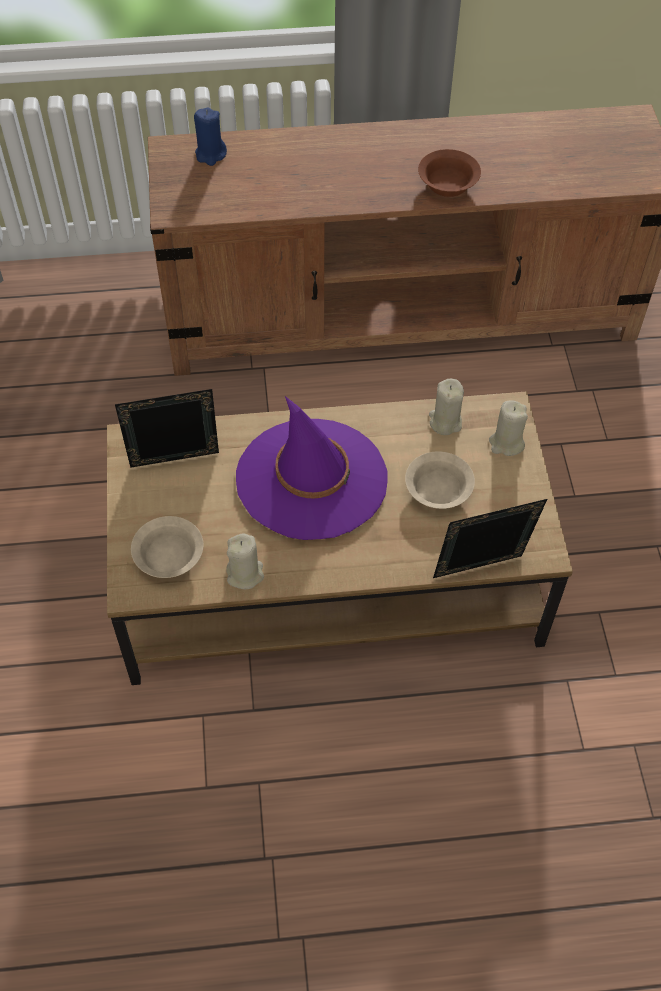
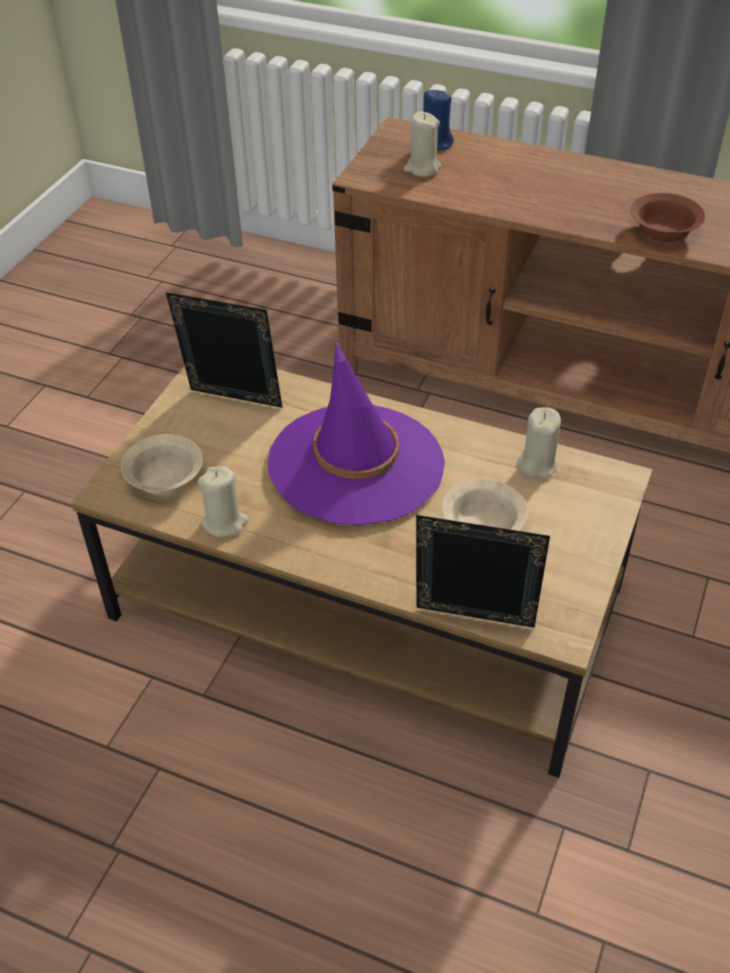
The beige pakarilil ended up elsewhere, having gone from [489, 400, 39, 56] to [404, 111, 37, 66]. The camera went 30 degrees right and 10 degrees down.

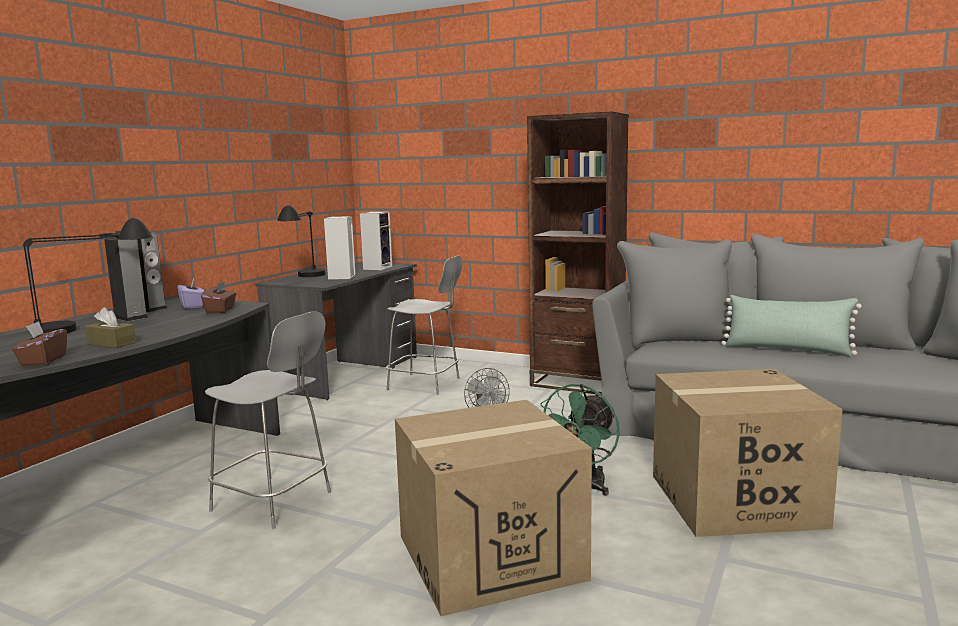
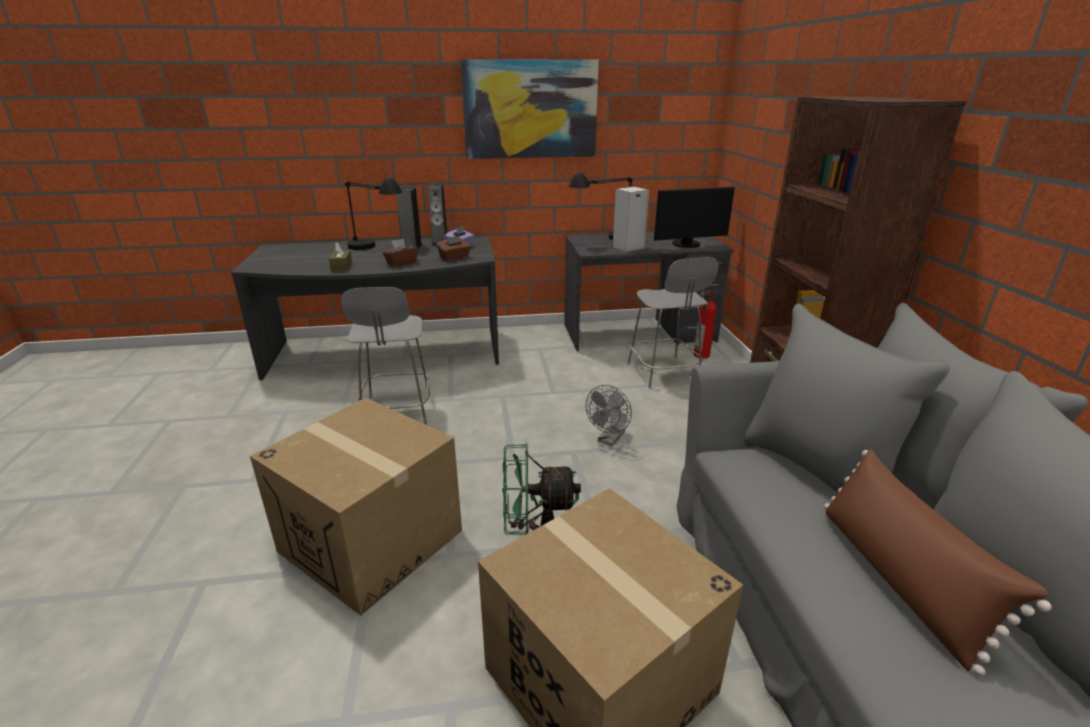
The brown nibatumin ended up elsewhere, having gone from [12, 321, 55, 45] to [383, 239, 35, 28]. The second view gained the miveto at [461, 59, 138, 100]. Where the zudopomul stood at [360, 212, 32, 58], the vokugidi came to stand at [654, 187, 81, 61]. The second view gained the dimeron at [693, 290, 24, 69]. What was the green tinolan at [721, 295, 141, 62] turned into the brown tinolan at [824, 449, 228, 227]. The camera went 55 degrees right and 15 degrees up.

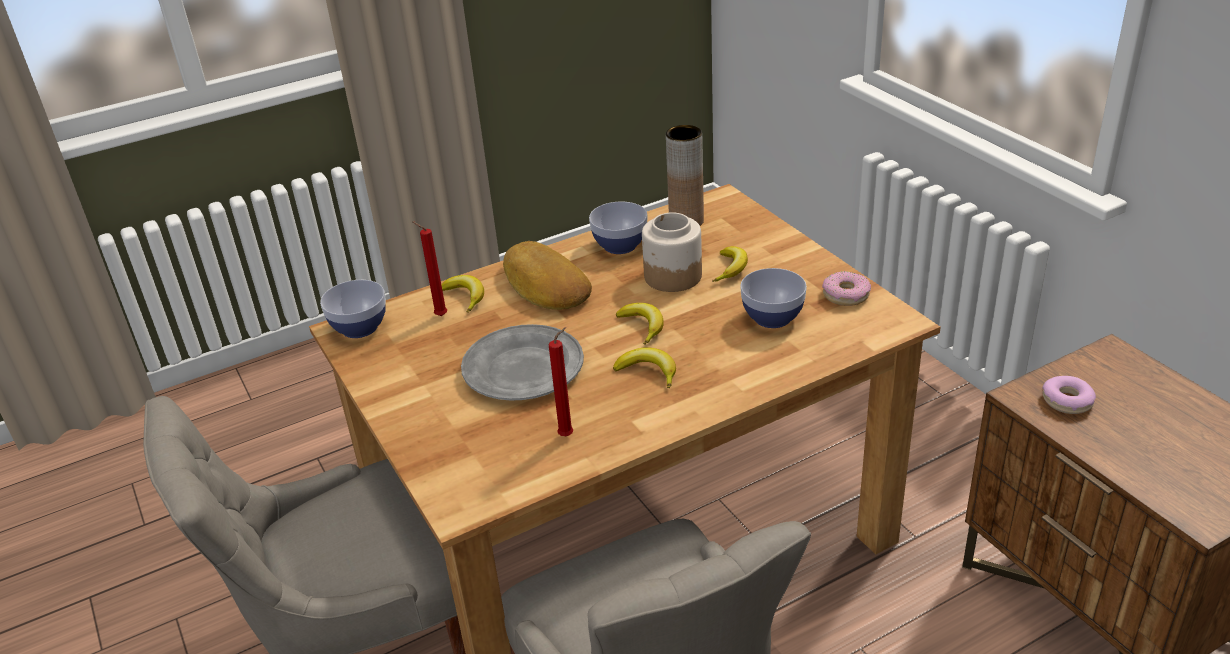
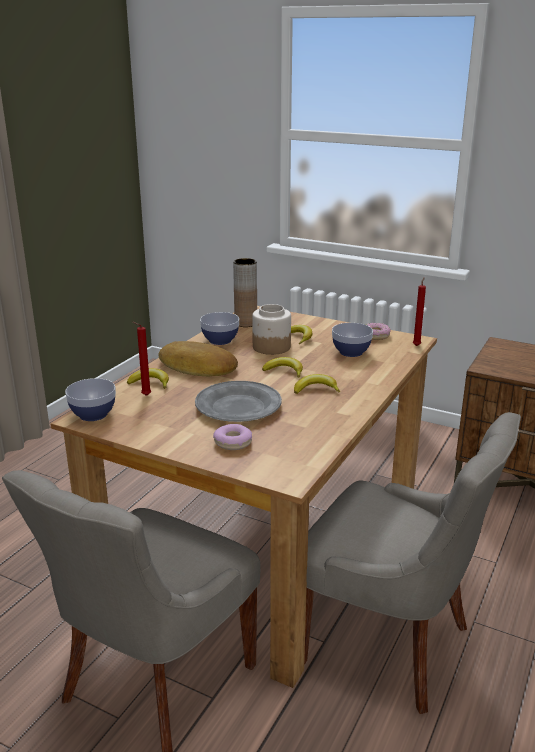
The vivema ended up elsewhere, having gone from [1042, 376, 54, 38] to [213, 424, 39, 26]. The red pakarilil ended up elsewhere, having gone from [549, 327, 25, 109] to [413, 277, 13, 69]. The camera went 35 degrees left and 10 degrees down.

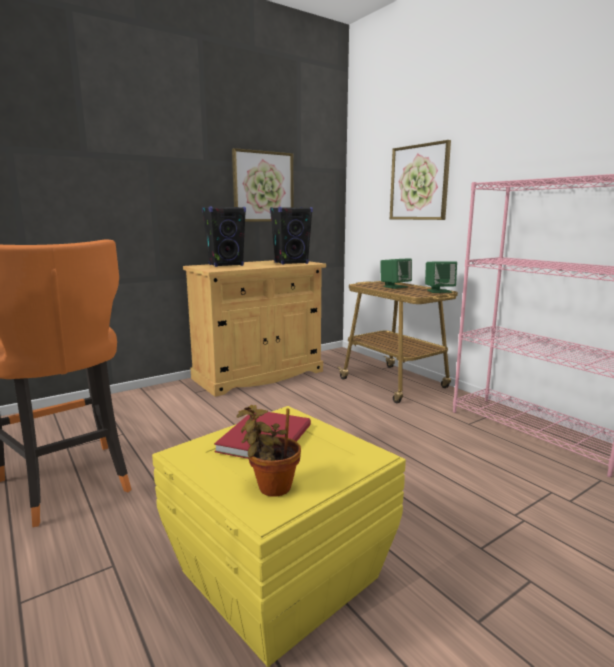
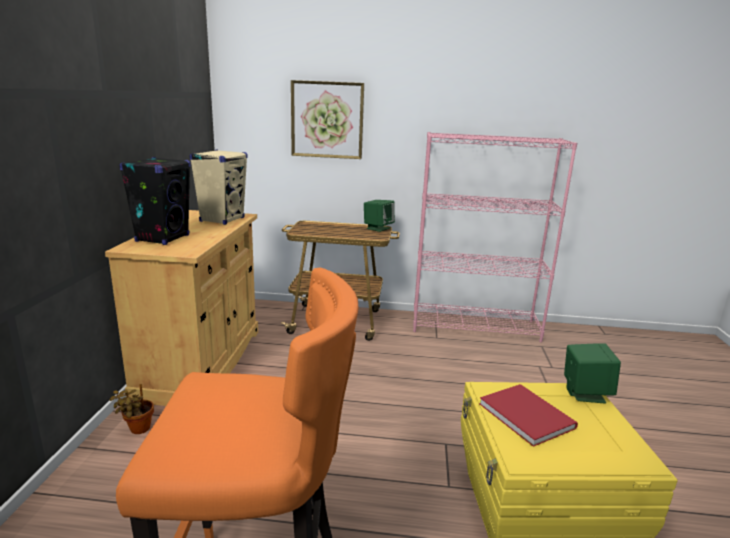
The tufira ended up elsewhere, having gone from [236, 405, 65, 92] to [110, 384, 44, 50]. What was the black zudopomul at [270, 207, 43, 58] turned into the beige zudopomul at [189, 149, 59, 76]. The green zudopomul ended up elsewhere, having gone from [380, 258, 32, 31] to [564, 343, 57, 61]. The second view lost the miveto at [232, 148, 62, 74]. The camera went 50 degrees left and 5 degrees up.

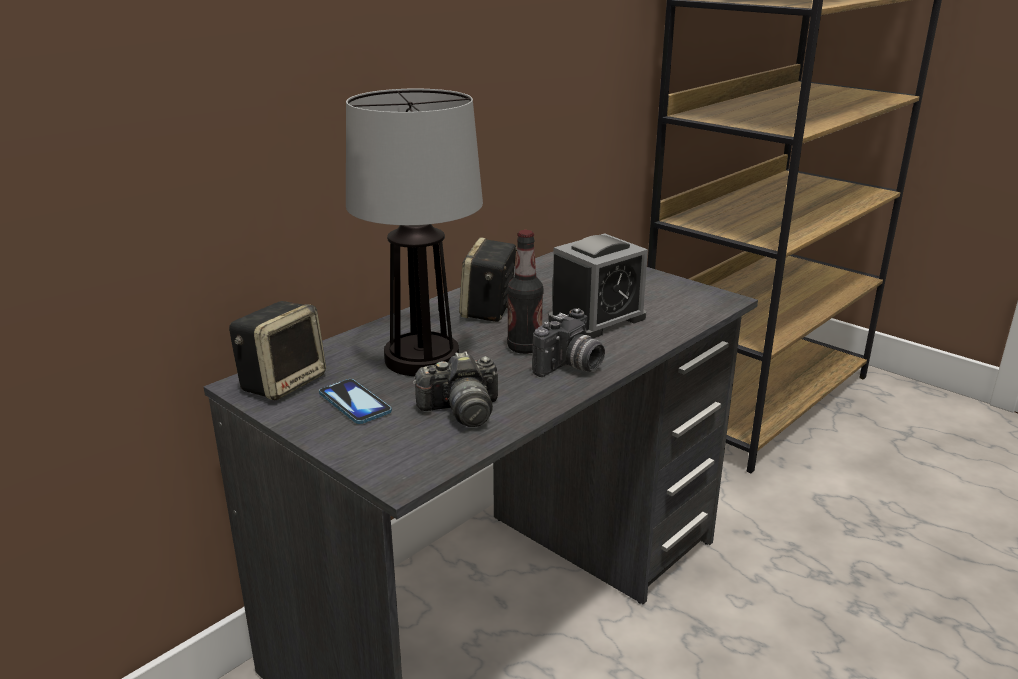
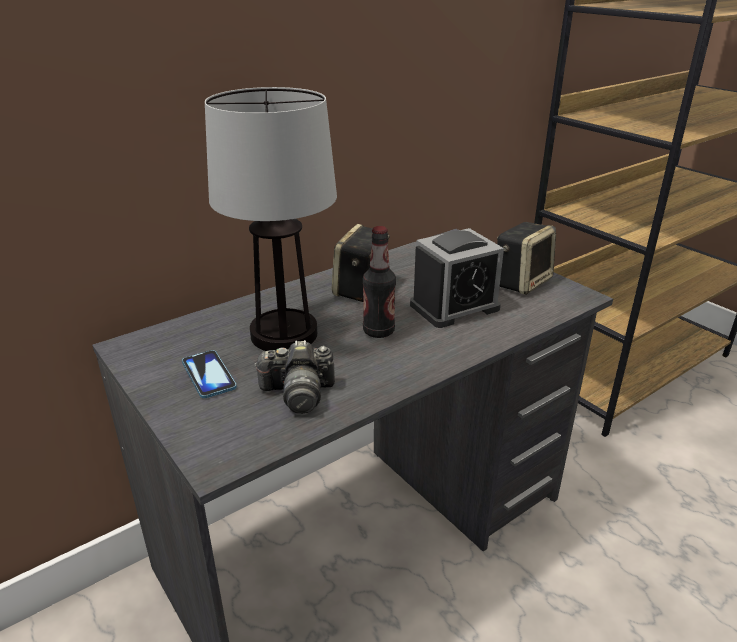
The zudopomul ended up elsewhere, having gone from [229, 301, 97, 99] to [497, 222, 59, 73]. The second view lost the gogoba at [532, 308, 73, 69]. The camera went 10 degrees right and 5 degrees up.

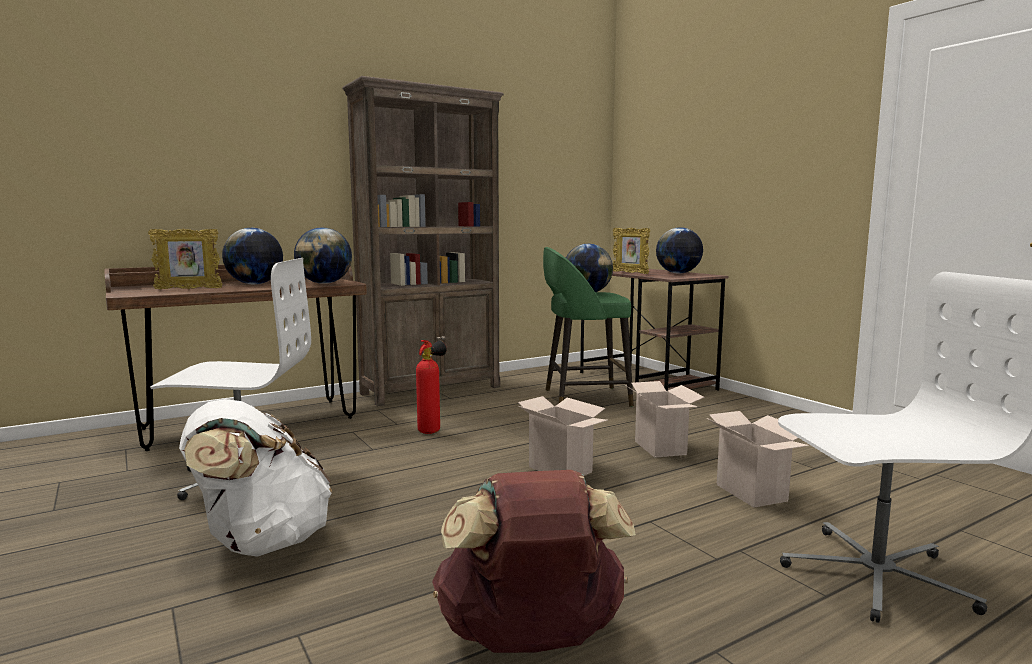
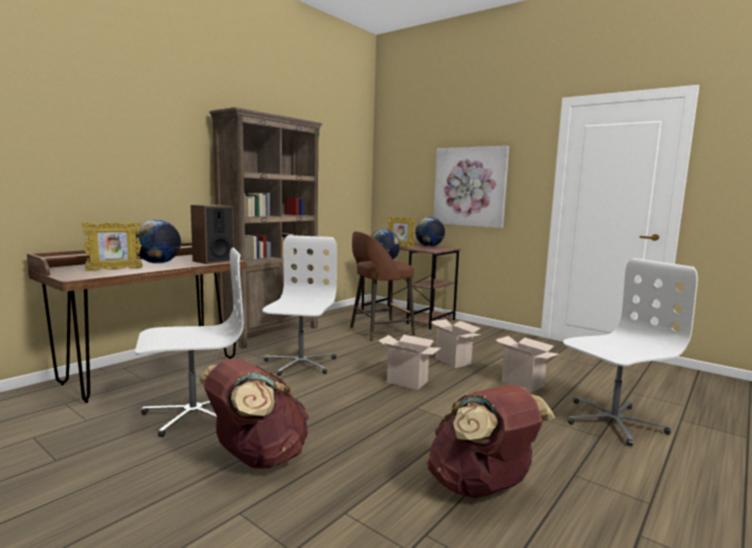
Where the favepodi stood at [294, 227, 58, 57], the zudopomul came to stand at [191, 205, 43, 59]. What was the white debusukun at [179, 399, 153, 158] turned into the brown debusukun at [199, 359, 110, 110]. Where the dimeron stood at [416, 340, 31, 94], the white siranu came to stand at [262, 235, 75, 141]. What was the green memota at [543, 247, 91, 160] turned into the brown memota at [350, 231, 65, 110]. The second view gained the miveto at [433, 146, 76, 82]. The camera went 20 degrees left and 0 degrees up.

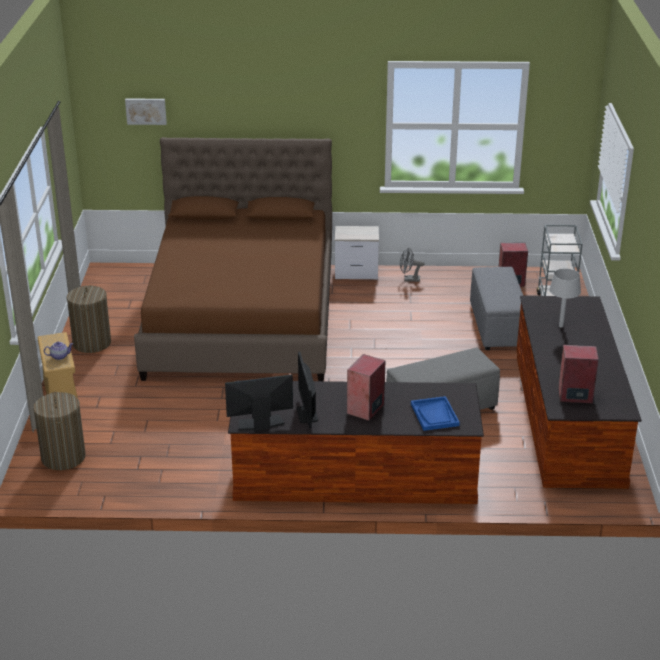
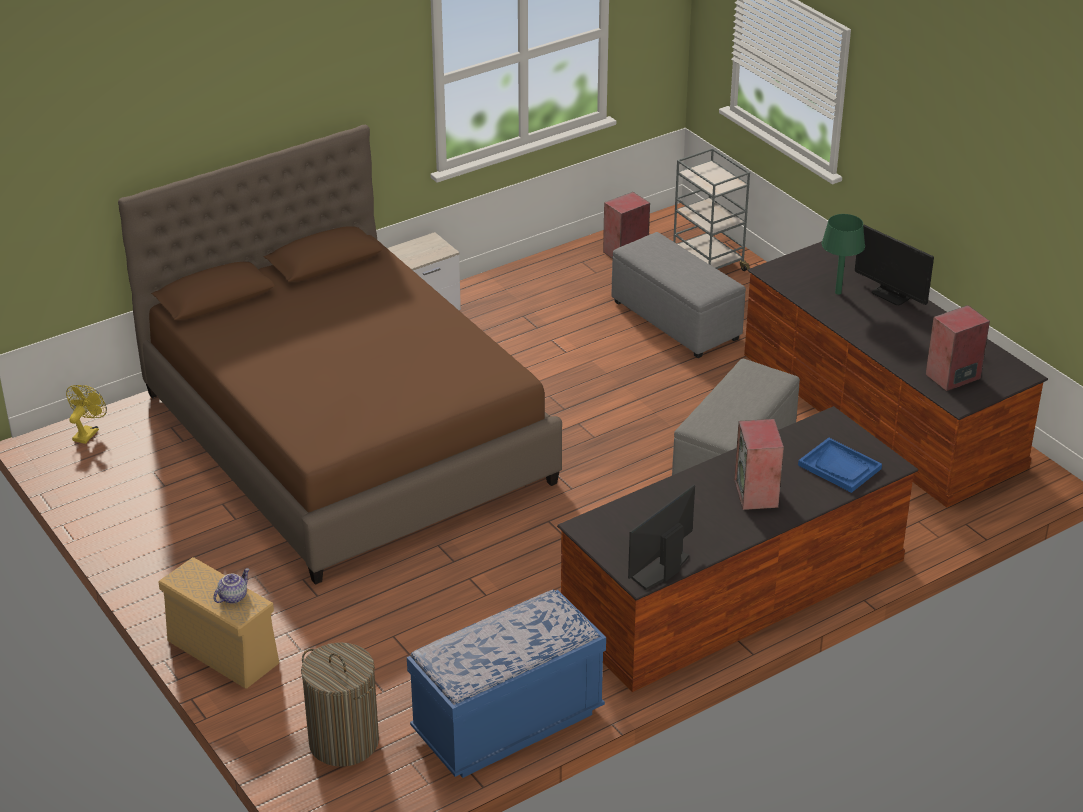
The second view gained the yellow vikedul at [66, 385, 41, 59]. The second view gained the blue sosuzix at [407, 590, 199, 188]. What was the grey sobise at [549, 268, 32, 59] turned into the green sobise at [822, 214, 43, 81]. The vokugidi ended up elsewhere, having gone from [297, 352, 21, 76] to [855, 224, 79, 81]. The second view lost the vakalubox at [67, 285, 44, 68]. The second view lost the miveto at [125, 98, 42, 27]. The second view lost the grey vikedul at [400, 248, 24, 34]. The camera went 35 degrees left and 5 degrees up.

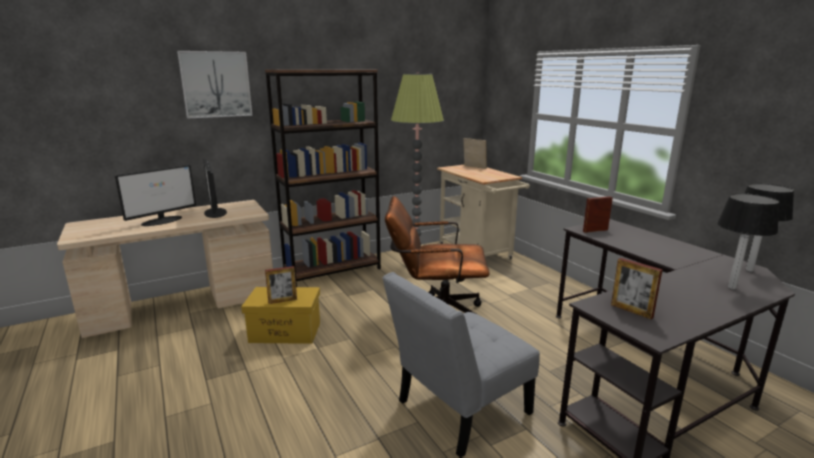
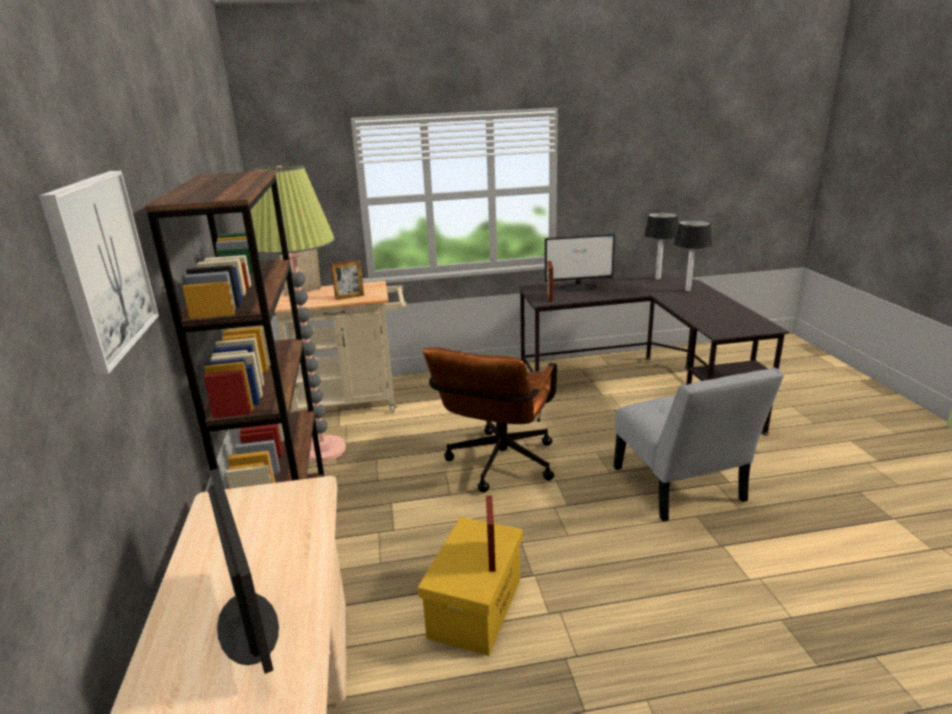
The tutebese ended up elsewhere, having gone from [611, 258, 51, 61] to [331, 260, 33, 40]. The vokugidi ended up elsewhere, having gone from [203, 159, 24, 59] to [545, 234, 70, 57]. The camera went 70 degrees left and 5 degrees up.

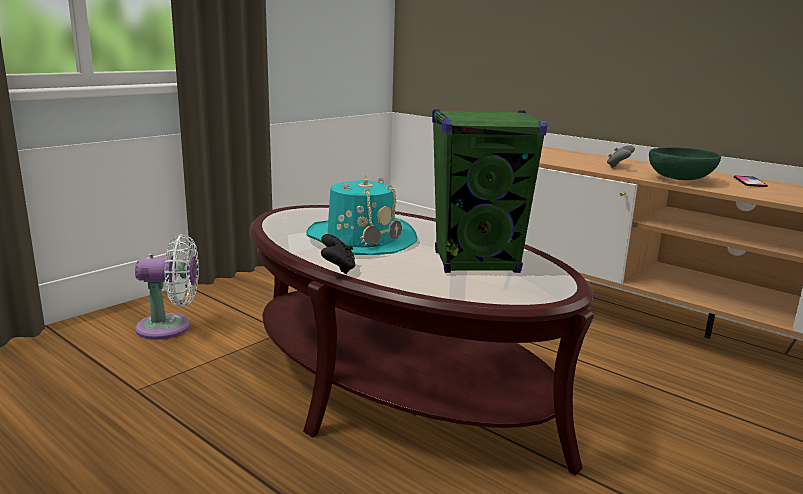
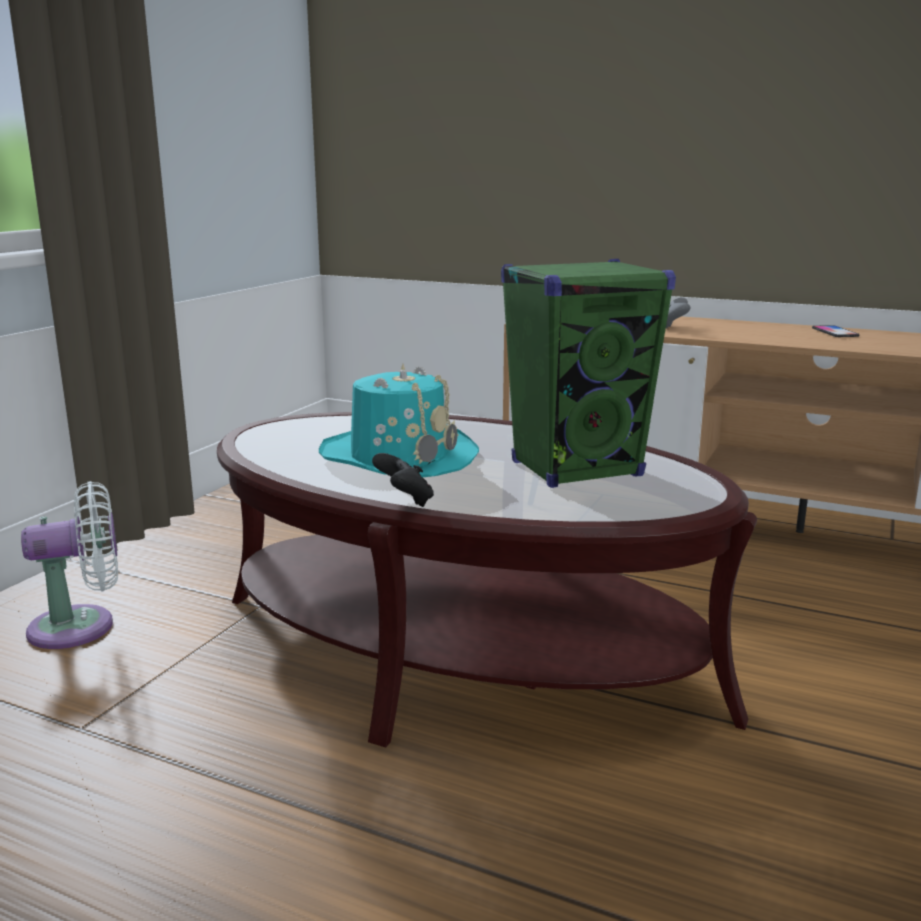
The second view lost the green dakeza at [649, 147, 72, 33]. The camera went 15 degrees left and 0 degrees up.

